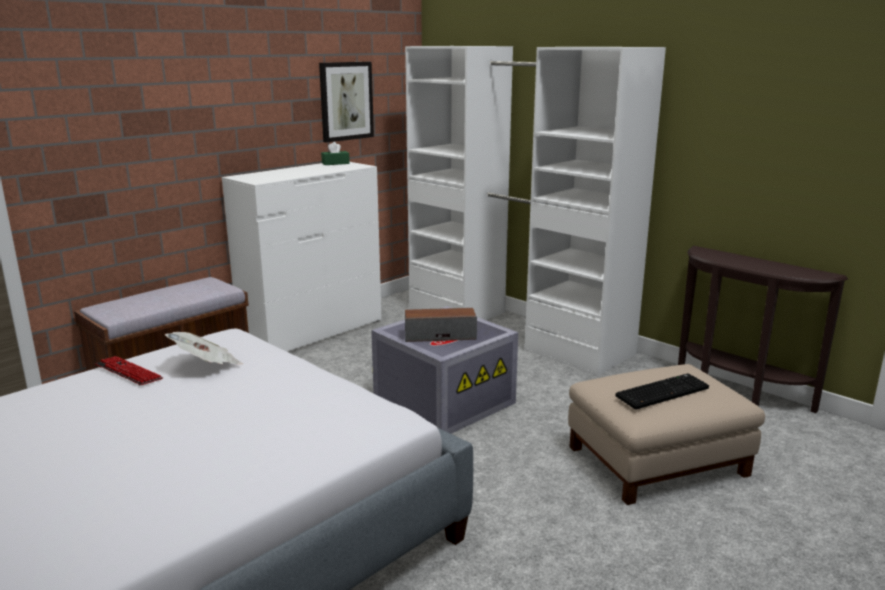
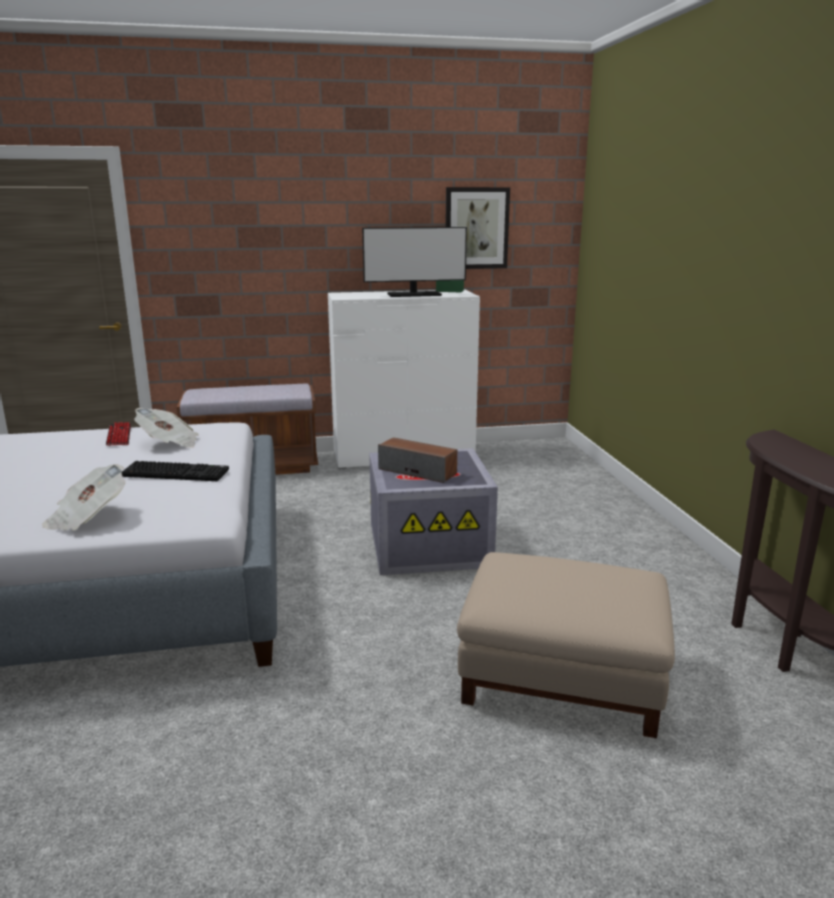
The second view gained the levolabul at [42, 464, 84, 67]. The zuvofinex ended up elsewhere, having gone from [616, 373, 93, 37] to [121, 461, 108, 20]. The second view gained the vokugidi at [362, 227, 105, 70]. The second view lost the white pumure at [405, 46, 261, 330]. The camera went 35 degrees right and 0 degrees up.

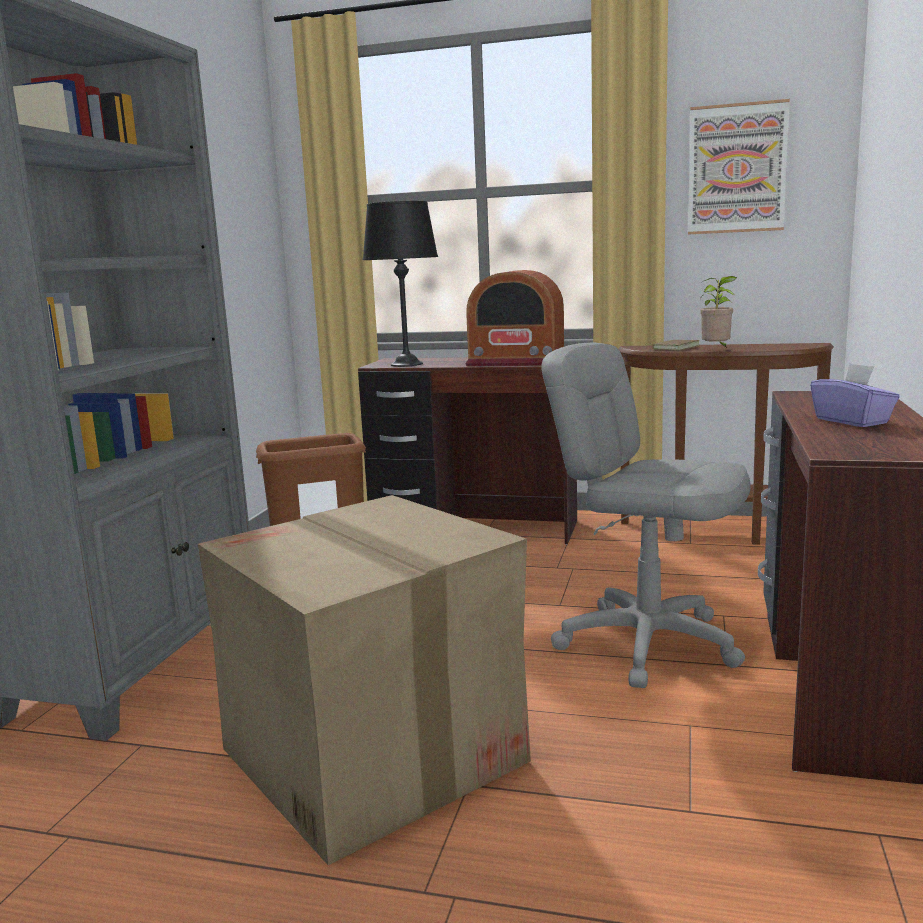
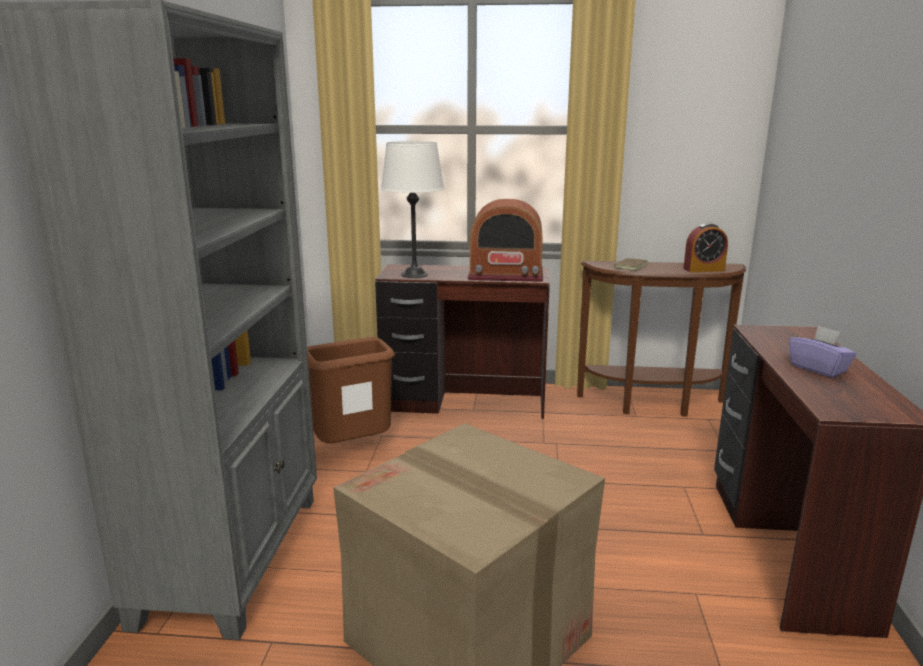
What was the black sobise at [363, 201, 75, 166] turned into the white sobise at [381, 141, 63, 137]. The second view gained the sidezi at [683, 223, 45, 49]. The second view lost the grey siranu at [541, 343, 210, 345]. The second view lost the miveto at [688, 99, 102, 135]. The second view lost the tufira at [700, 276, 37, 72]. The camera went 10 degrees left and 5 degrees up.

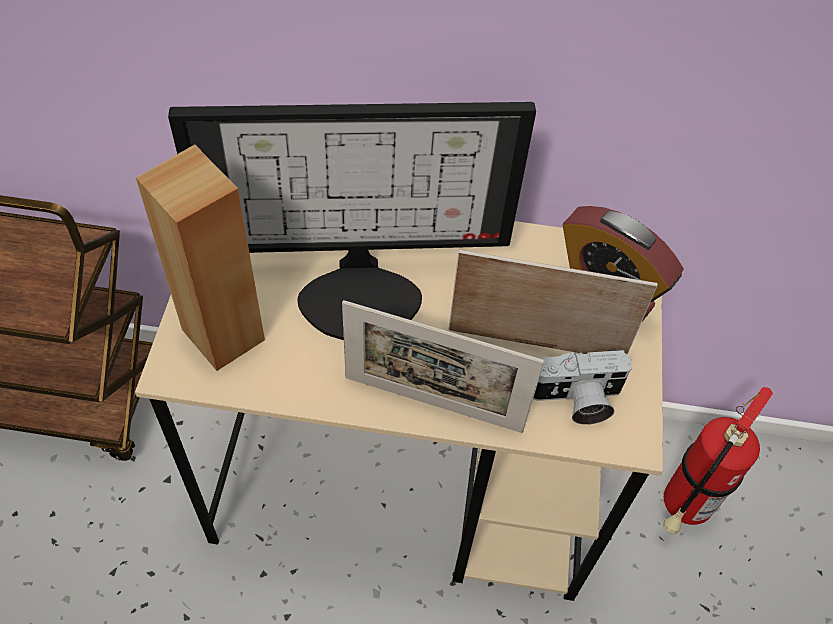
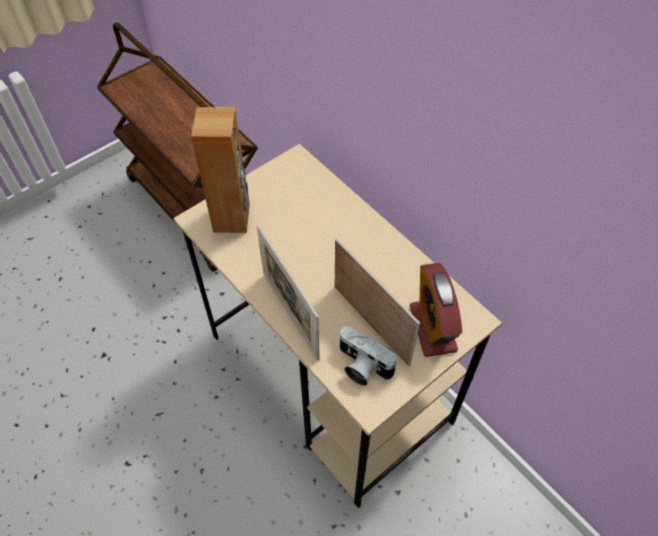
The second view lost the vokugidi at [168, 102, 368, 238]. The second view lost the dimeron at [663, 387, 110, 147]. The camera went 45 degrees right and 0 degrees up.

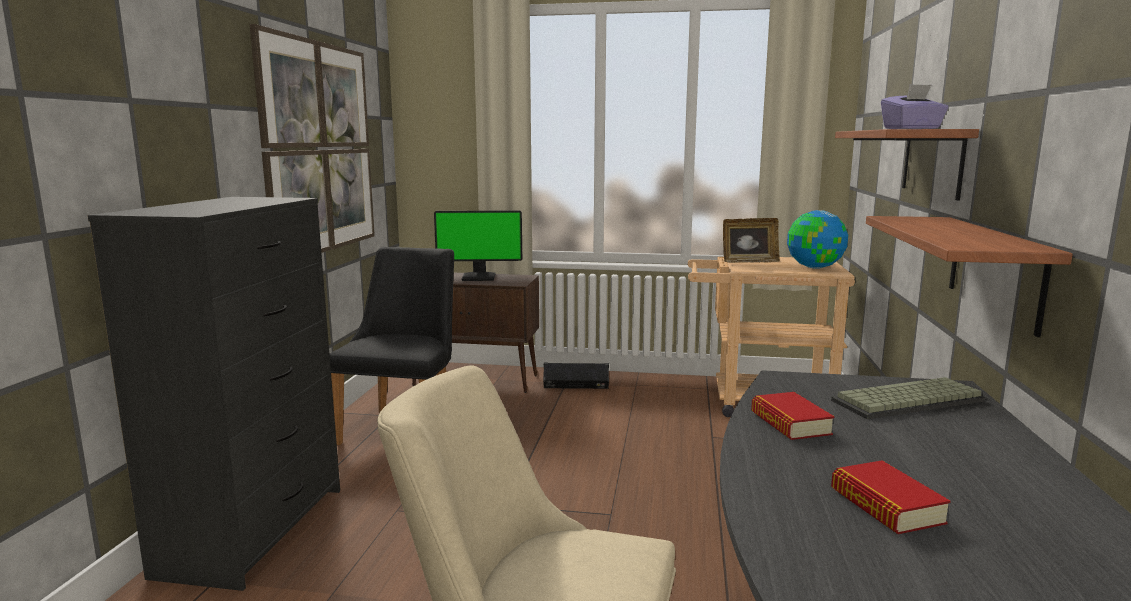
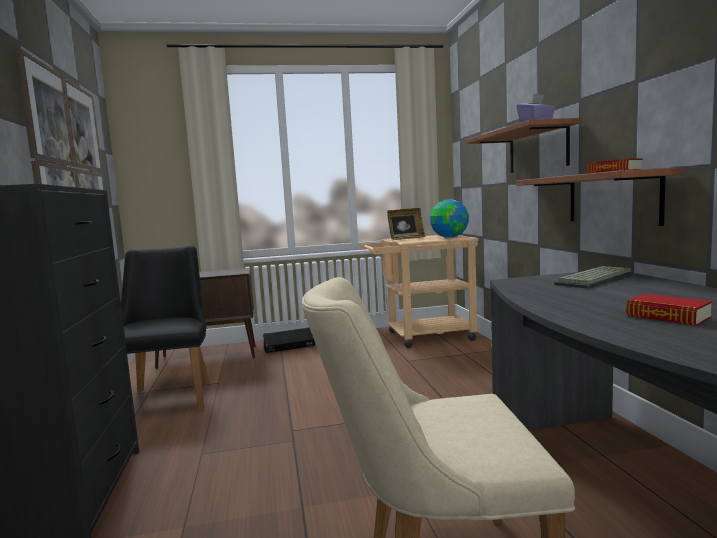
The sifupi ended up elsewhere, having gone from [751, 392, 84, 48] to [587, 159, 55, 15]. The second view lost the vokugidi at [434, 210, 88, 71]. The camera went 20 degrees left and 5 degrees down.

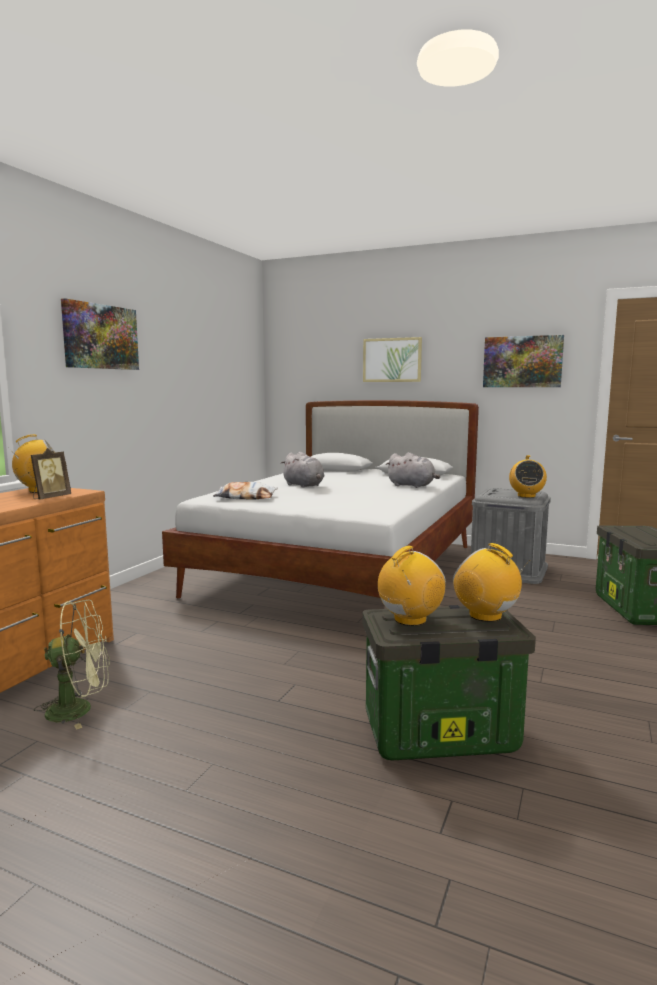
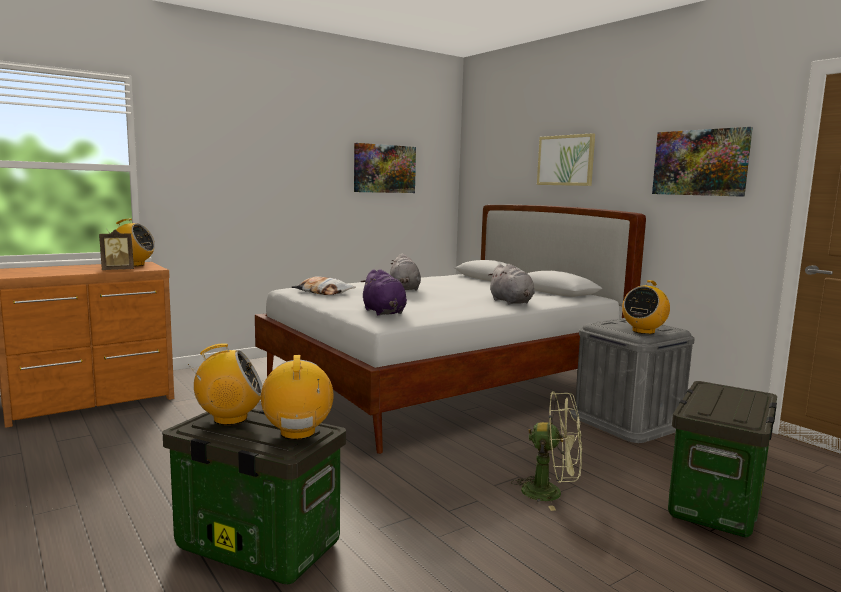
The miveto ended up elsewhere, having gone from [61, 298, 78, 72] to [354, 143, 62, 50]. The second view gained the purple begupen at [361, 269, 46, 47]. The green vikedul ended up elsewhere, having gone from [34, 600, 76, 130] to [511, 391, 71, 120]. The camera went 30 degrees right and 0 degrees up.

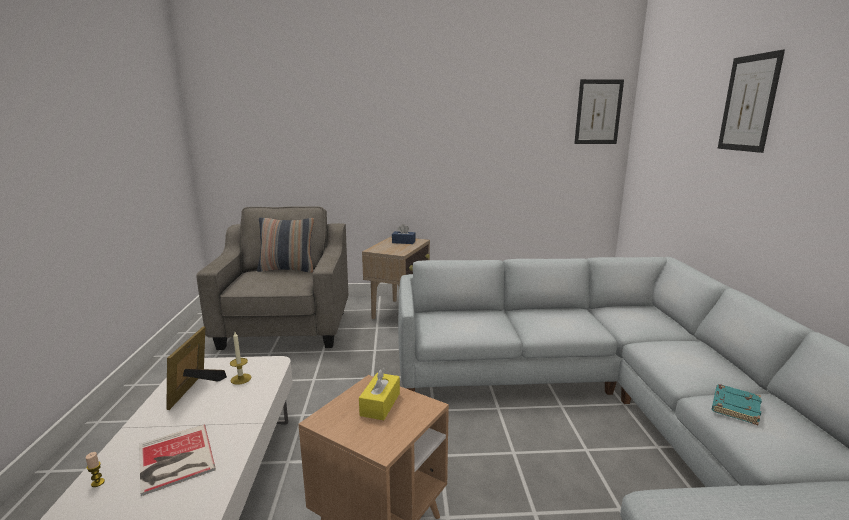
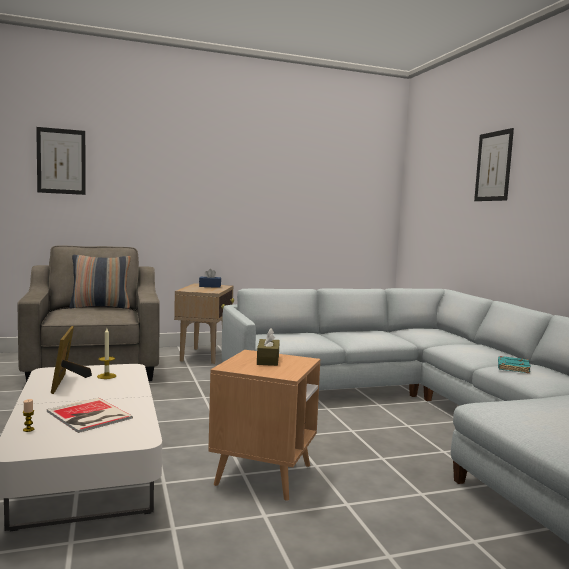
The miveto ended up elsewhere, having gone from [574, 79, 50, 65] to [36, 127, 50, 68]. What was the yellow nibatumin at [359, 367, 41, 53] turned into the brown nibatumin at [257, 328, 23, 38]. The camera went 15 degrees left and 10 degrees down.

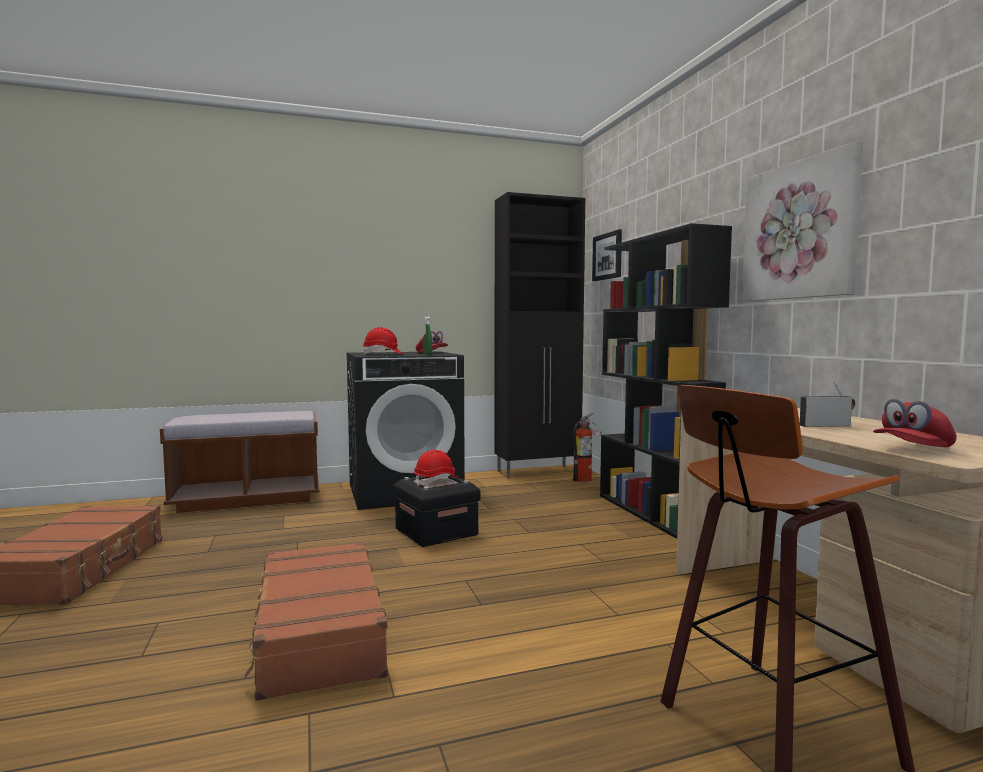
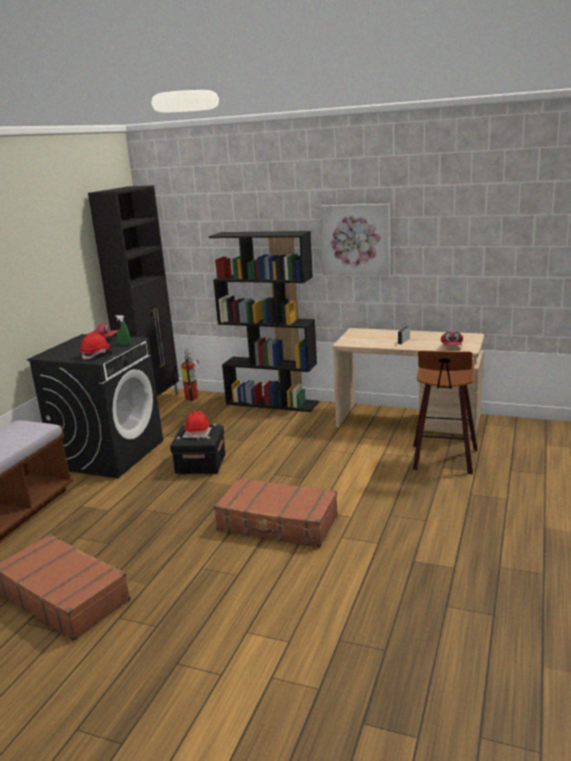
The second view lost the miveto at [592, 229, 30, 52]. The camera went 50 degrees left and 15 degrees up.

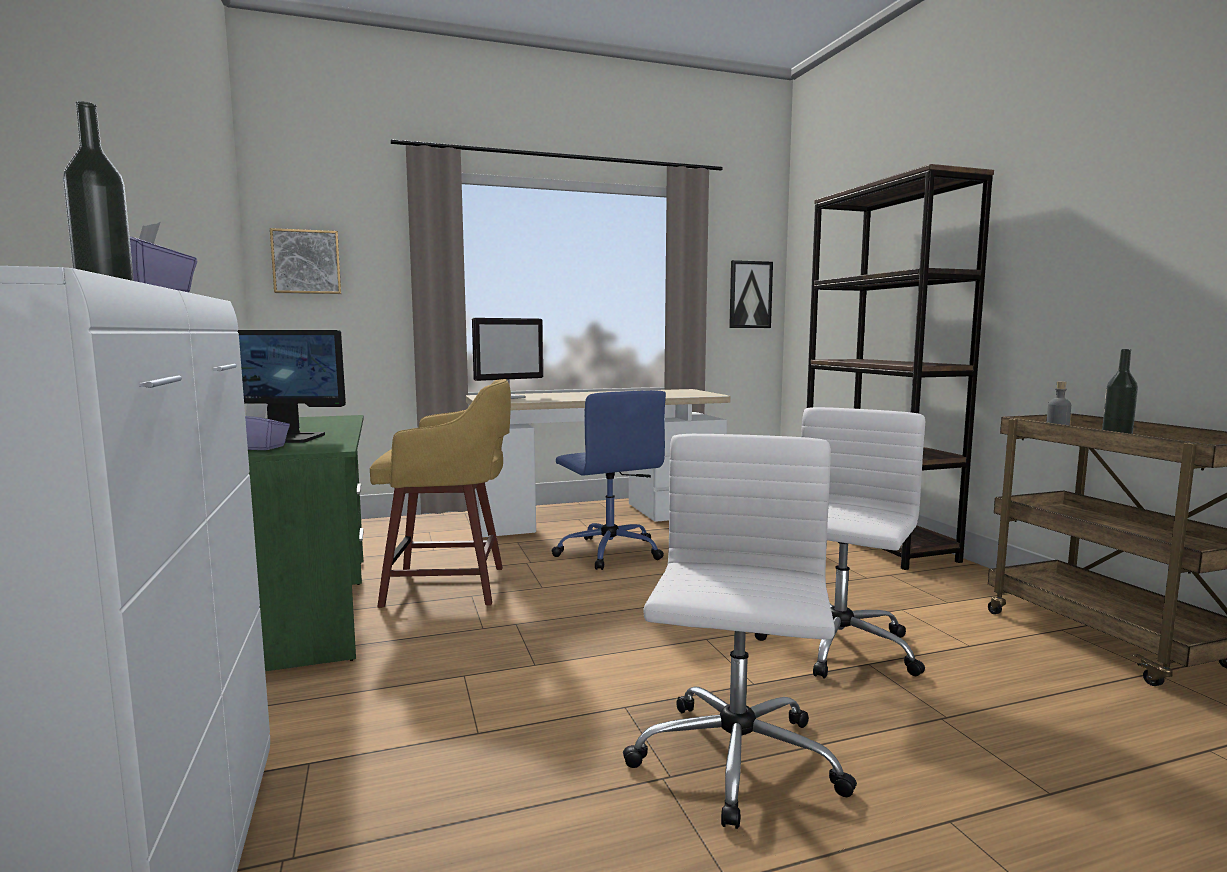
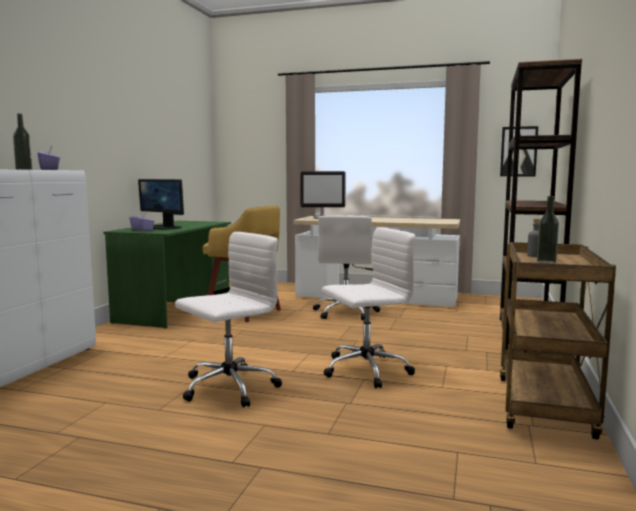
What was the blue siranu at [551, 390, 115, 180] turned into the white siranu at [313, 215, 67, 105]. The second view lost the miveto at [270, 228, 72, 66]. The camera went 35 degrees right and 0 degrees up.

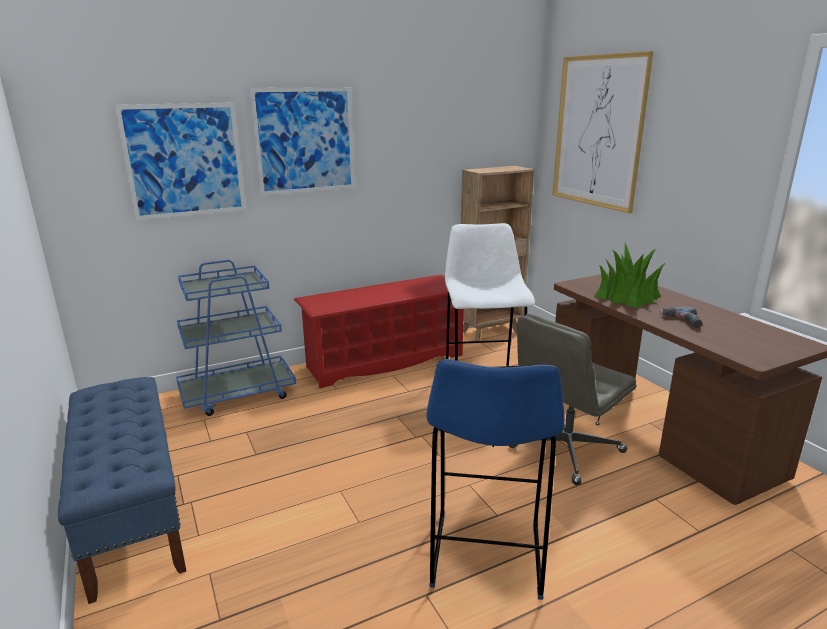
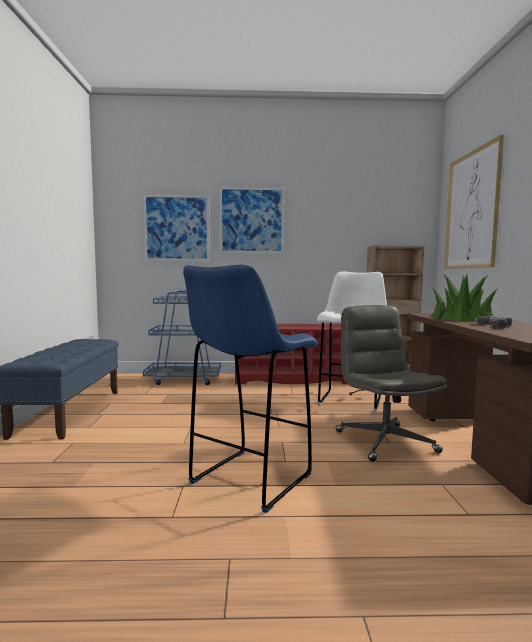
The grey siranu at [509, 314, 127, 171] ended up facing another way, 90 degrees clockwise from before. The camera went 25 degrees right and 15 degrees down.

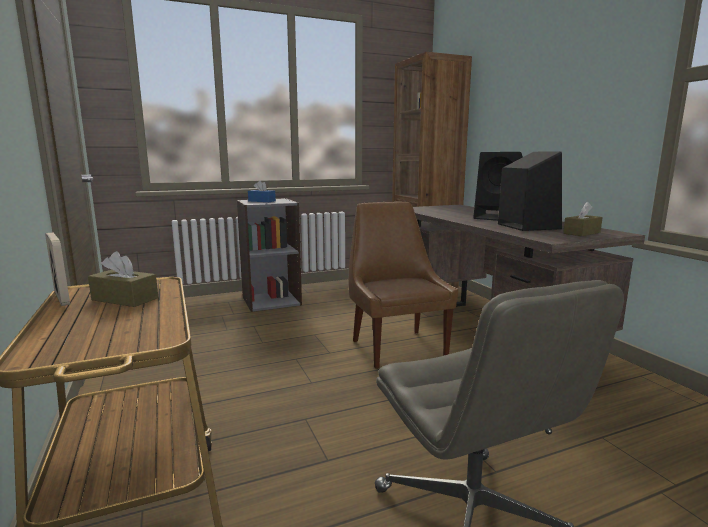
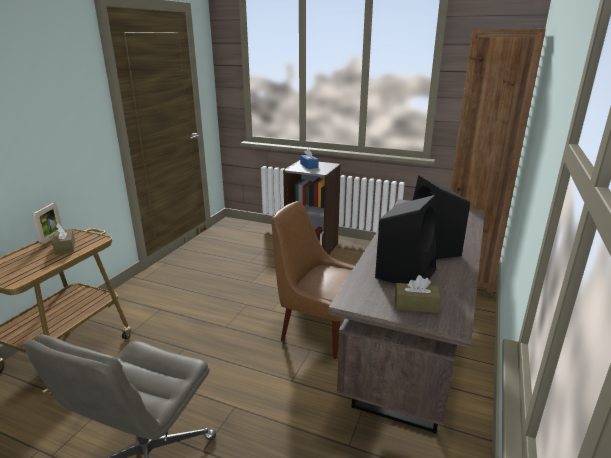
The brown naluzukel at [348, 202, 110, 167] ended up facing another way, 90 degrees counterclockwise from before. The camera went 45 degrees right and 10 degrees up.

